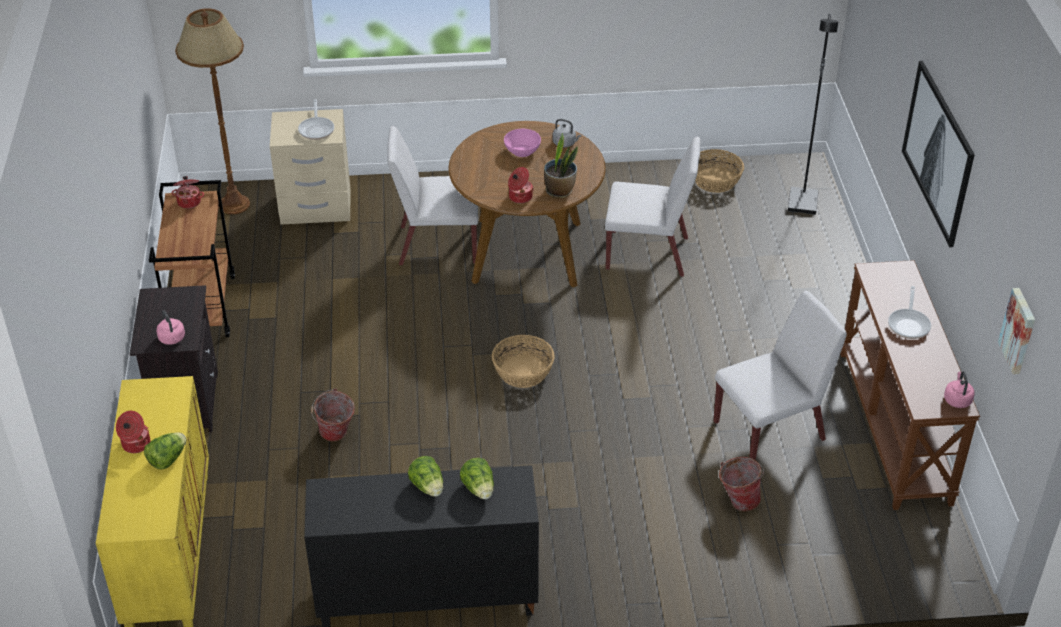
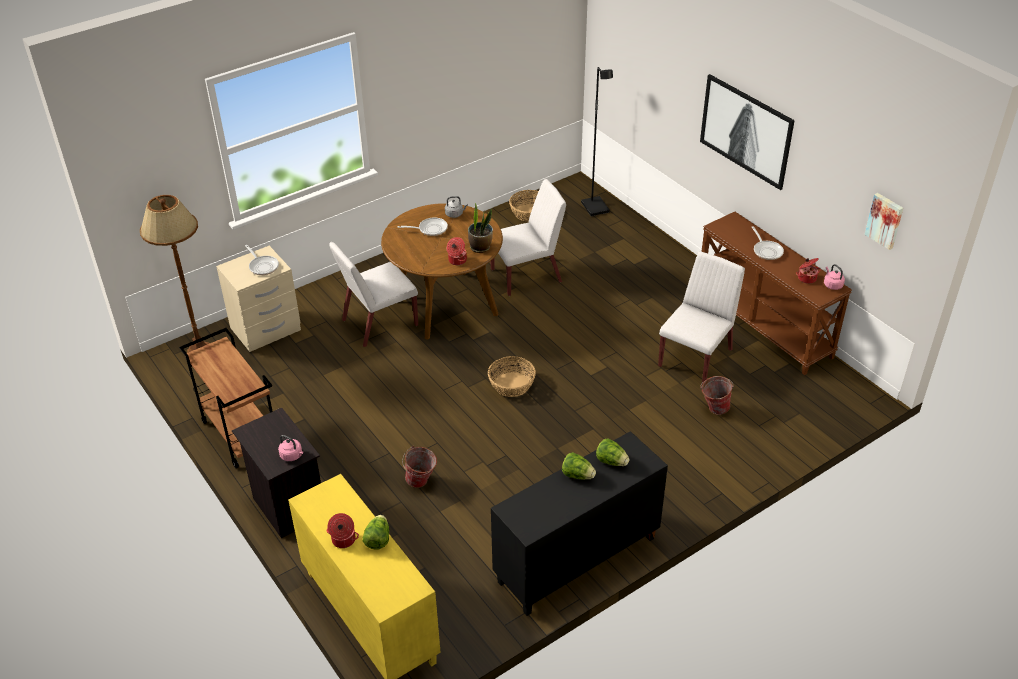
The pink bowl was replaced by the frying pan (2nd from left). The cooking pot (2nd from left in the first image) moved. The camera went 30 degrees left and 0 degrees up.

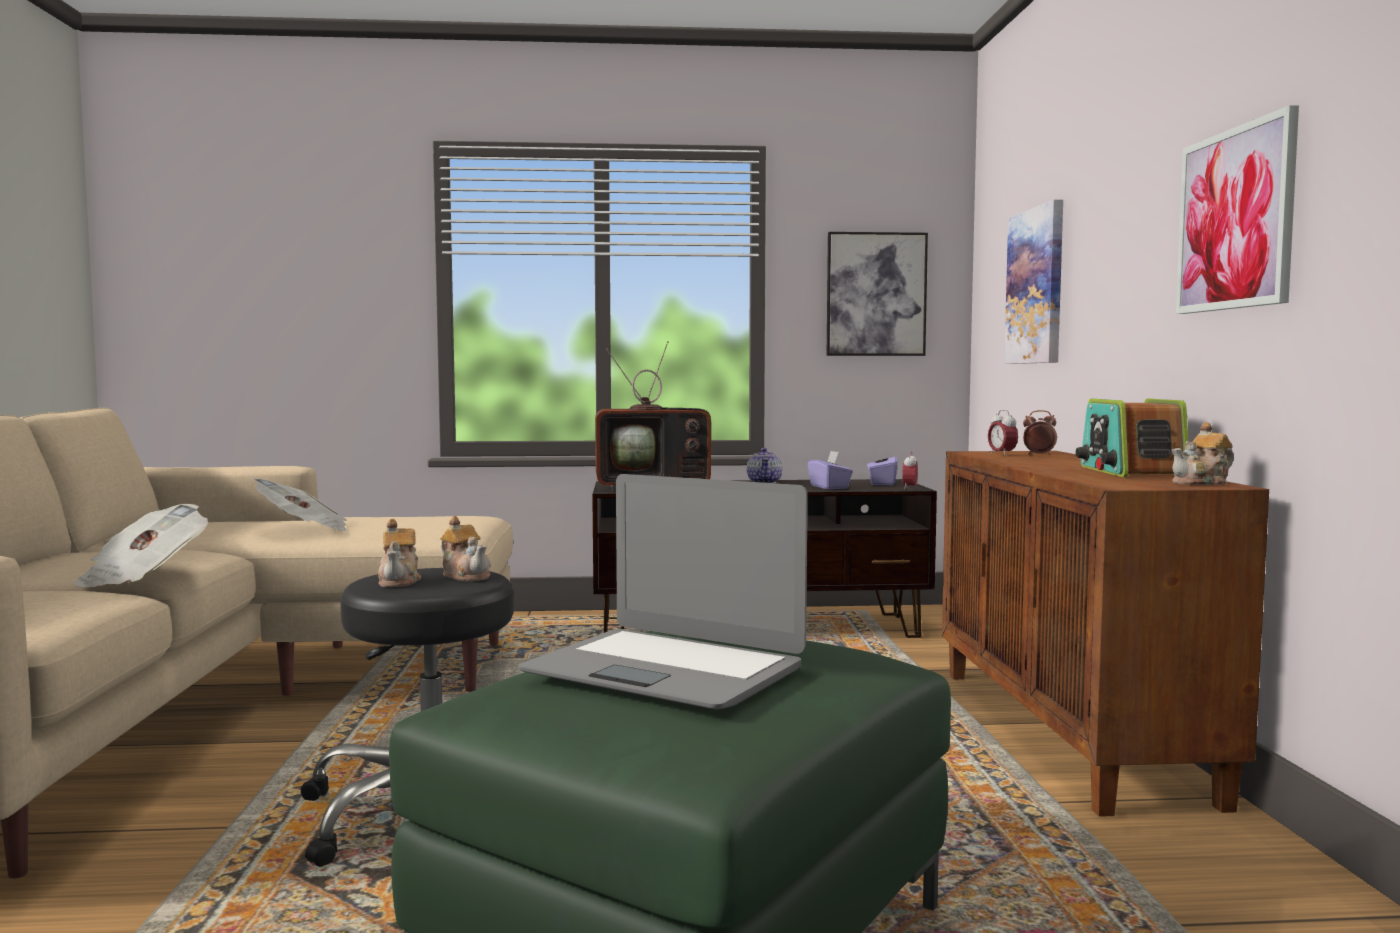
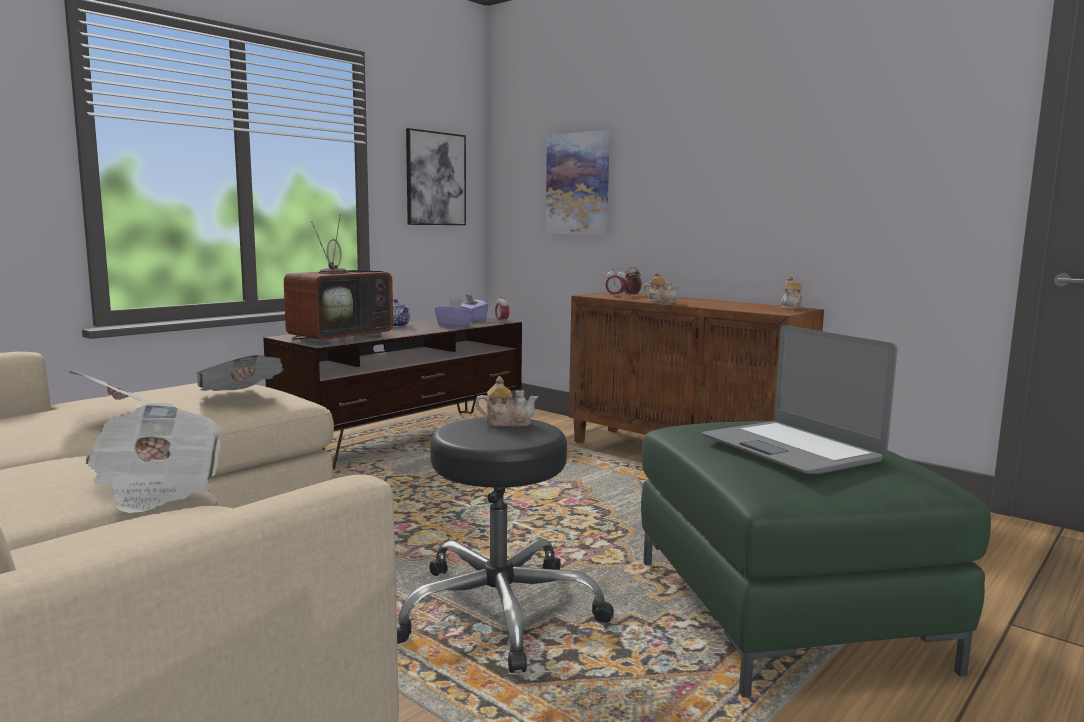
The picture (3rd from left) disappeared. The radio disappeared. The laptop turned 75 degrees clockwise. The teapot (1st from left in the first image) moved. The newspaper (3rd from left) appeared. The camera went 45 degrees left and 5 degrees up.

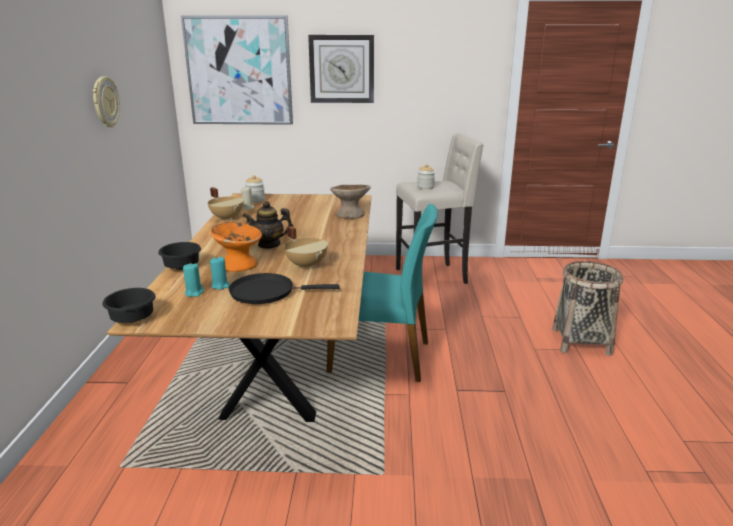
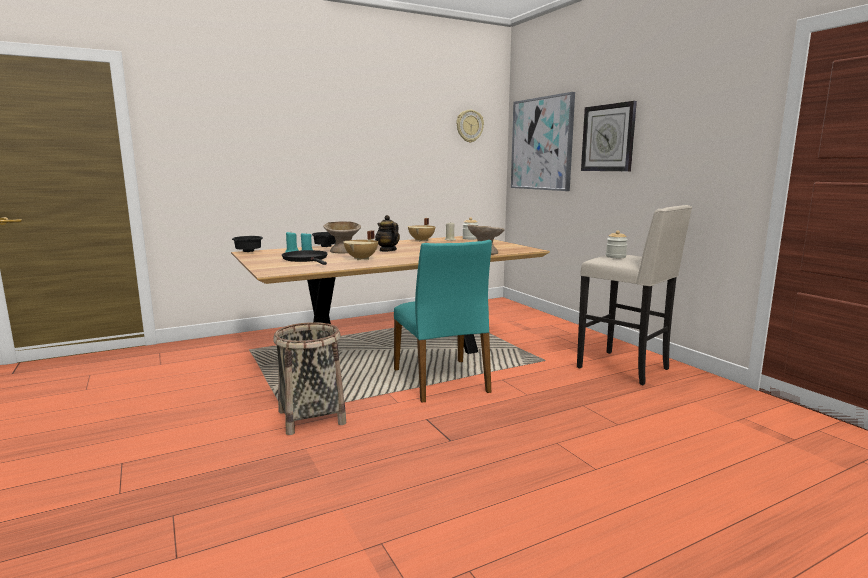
The wall clock (1st from left) moved. The orange bowl became the beige bowl (1st from left). The basket moved. The camera went 60 degrees right and 10 degrees down.

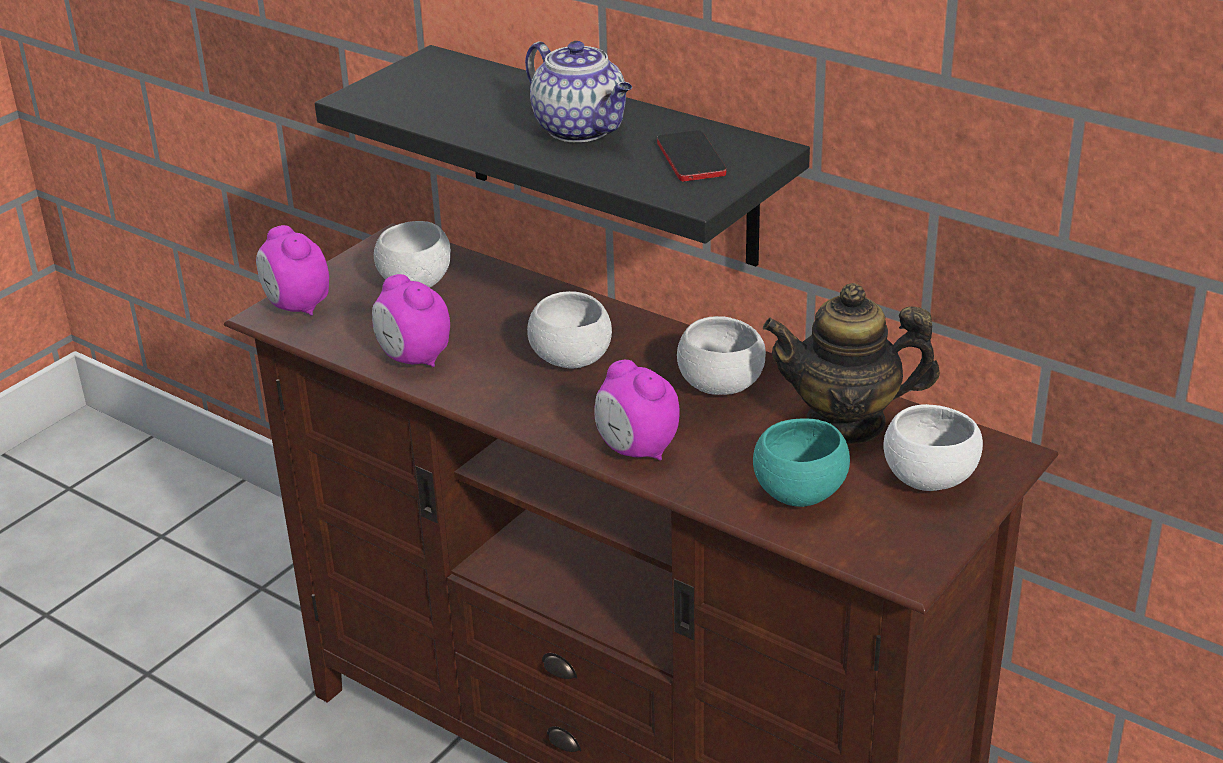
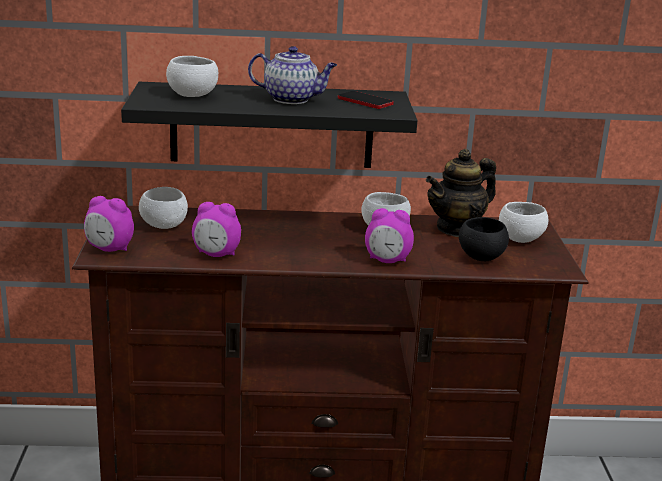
The white bowl (2nd from left) moved. The turquoise bowl became the black bowl. The camera went 40 degrees left and 10 degrees down.

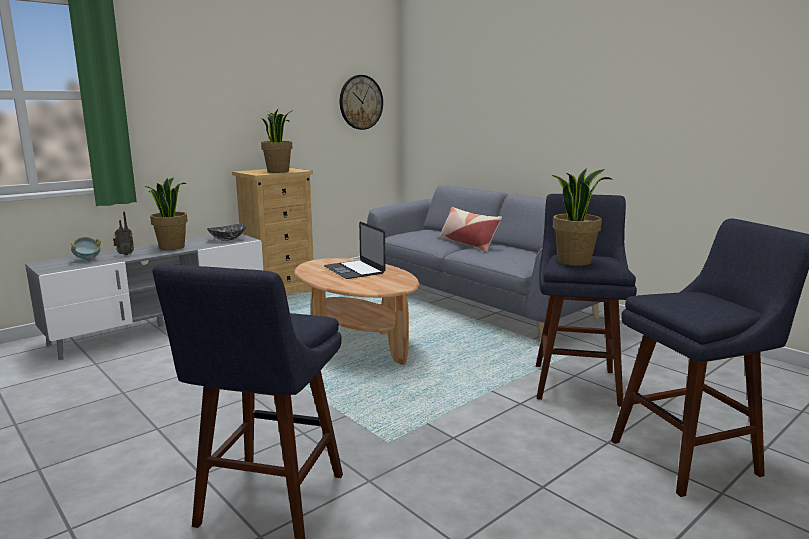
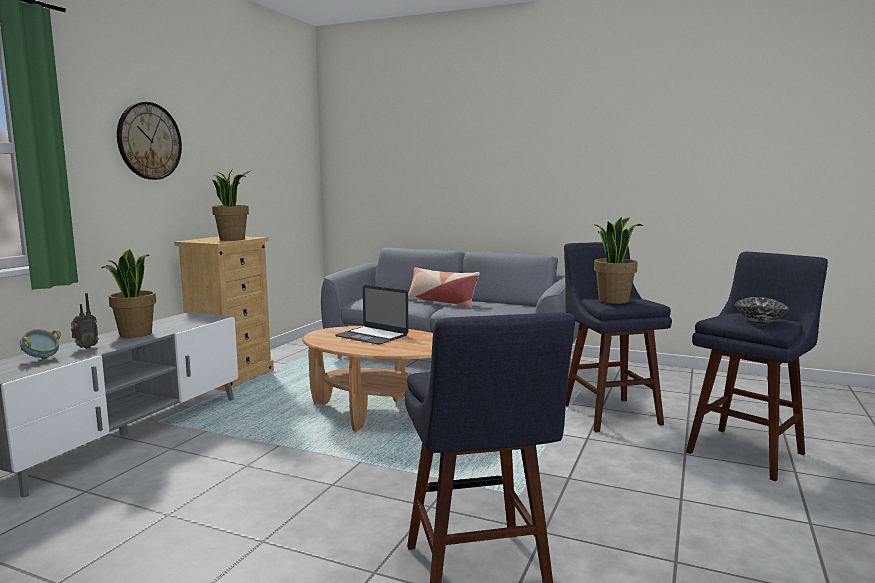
The wall clock moved. The bowl (2nd from left) moved. The camera went 25 degrees left and 5 degrees down.

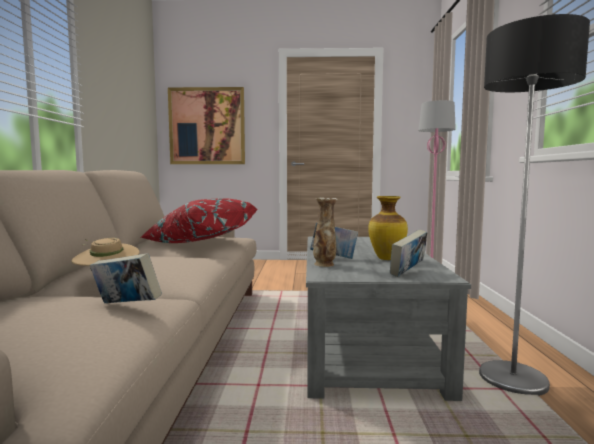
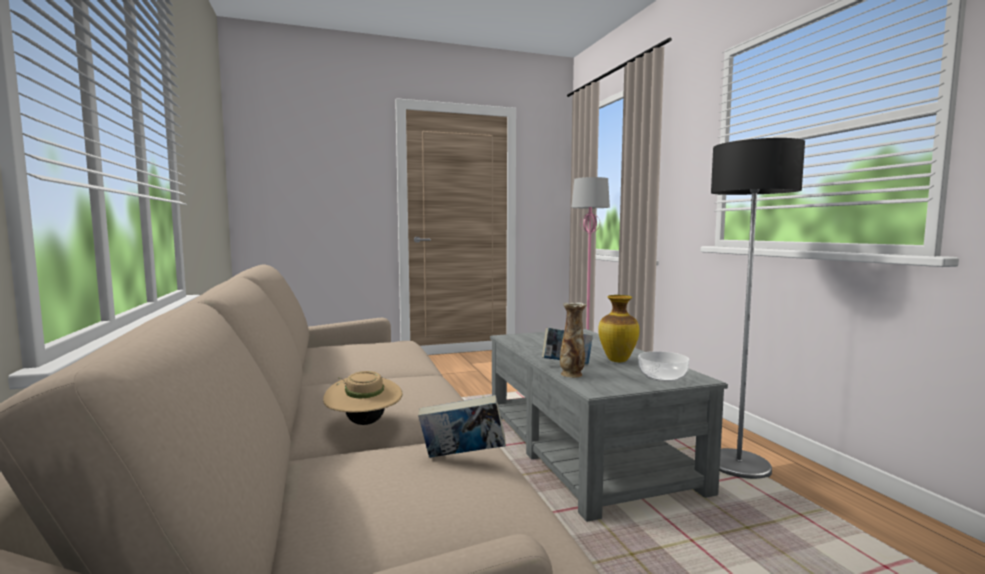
The picture disappeared. The red pillow disappeared. The book (3rd from left) was replaced by the bowl. The camera went 20 degrees left and 0 degrees up.

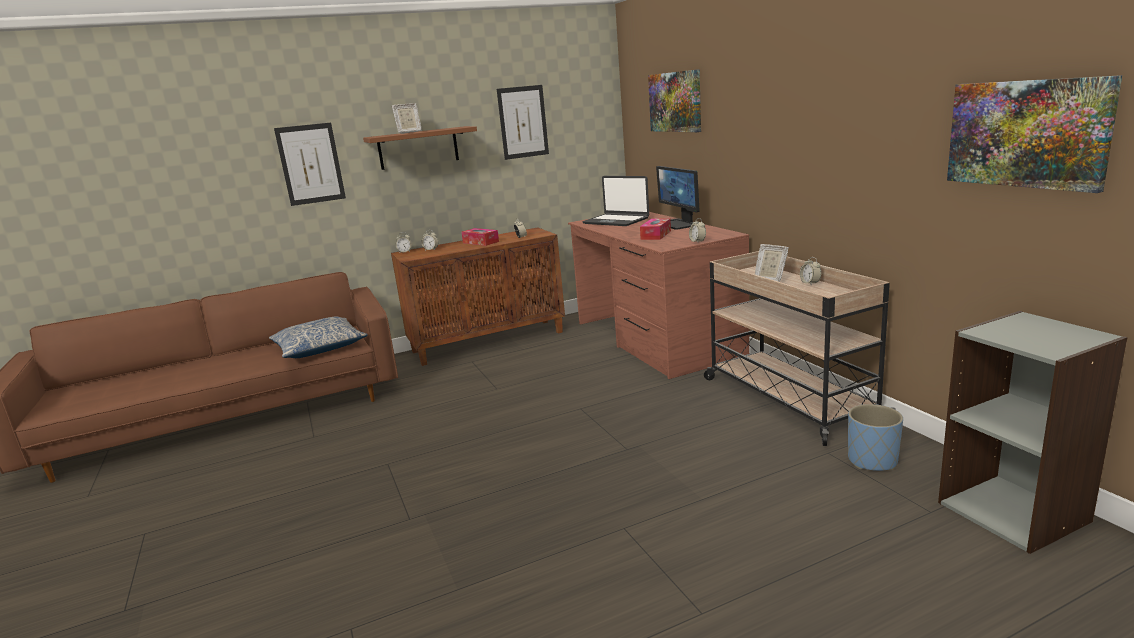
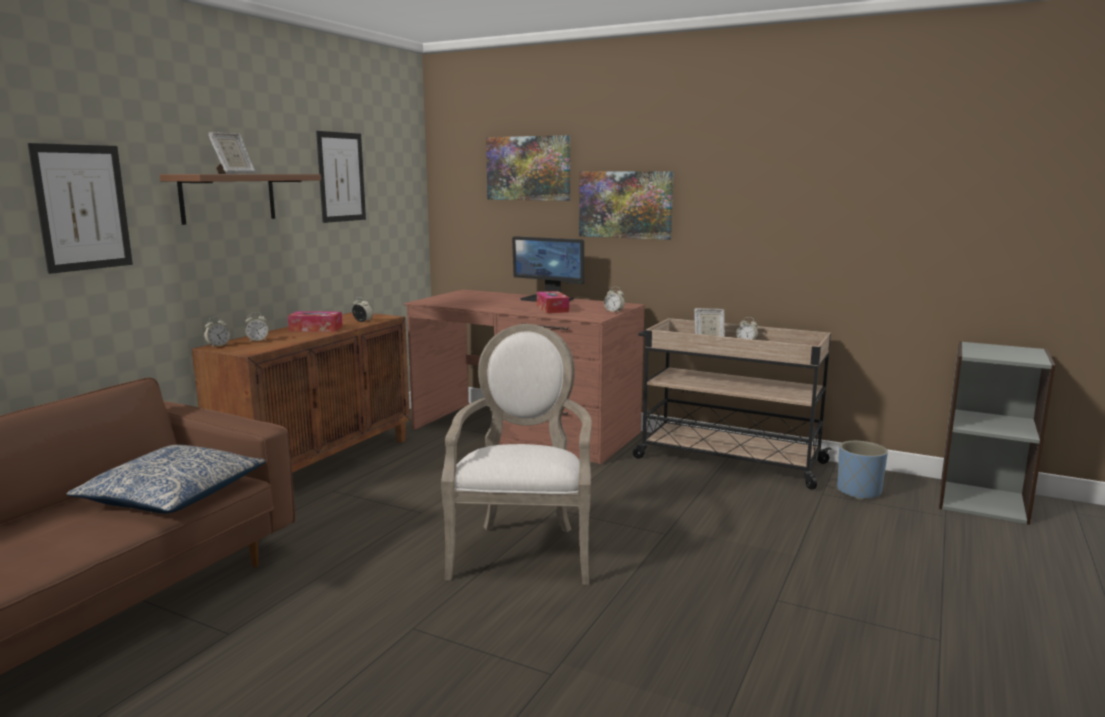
The picture (4th from left) moved. The laptop disappeared. The armchair appeared. The camera went 40 degrees left and 5 degrees down.

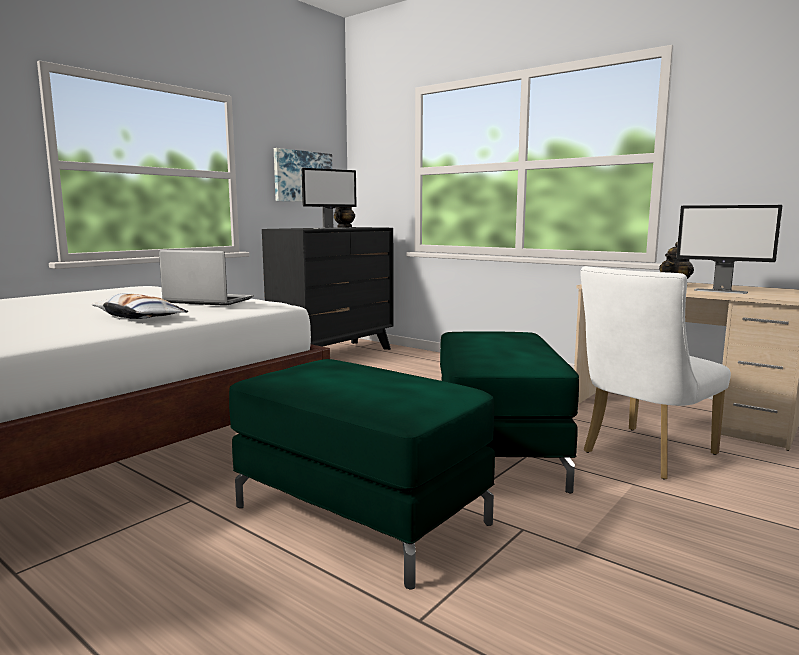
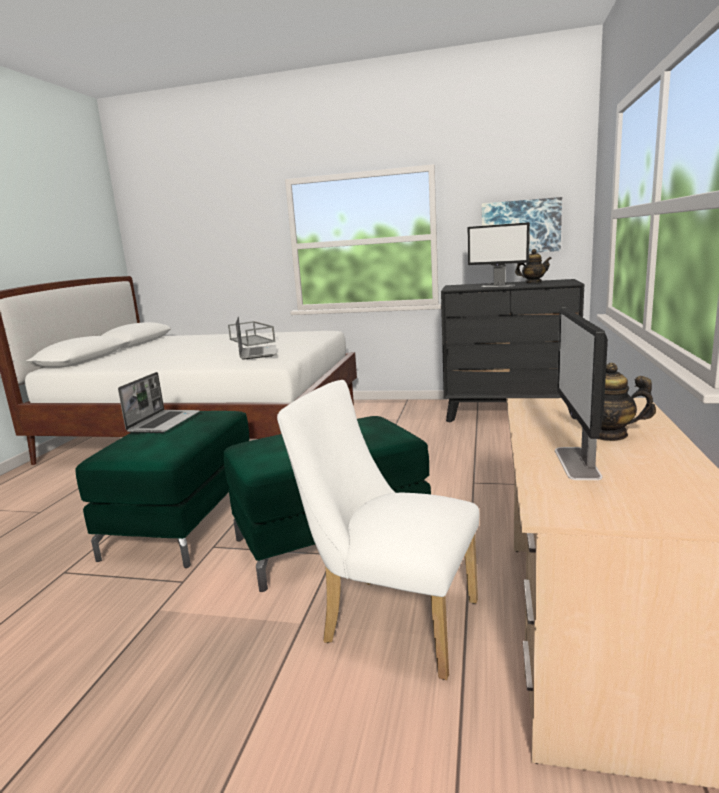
The pillow disappeared. The grey tray appeared. The laptop (1st from left) appeared. The camera went 65 degrees right and 5 degrees up.

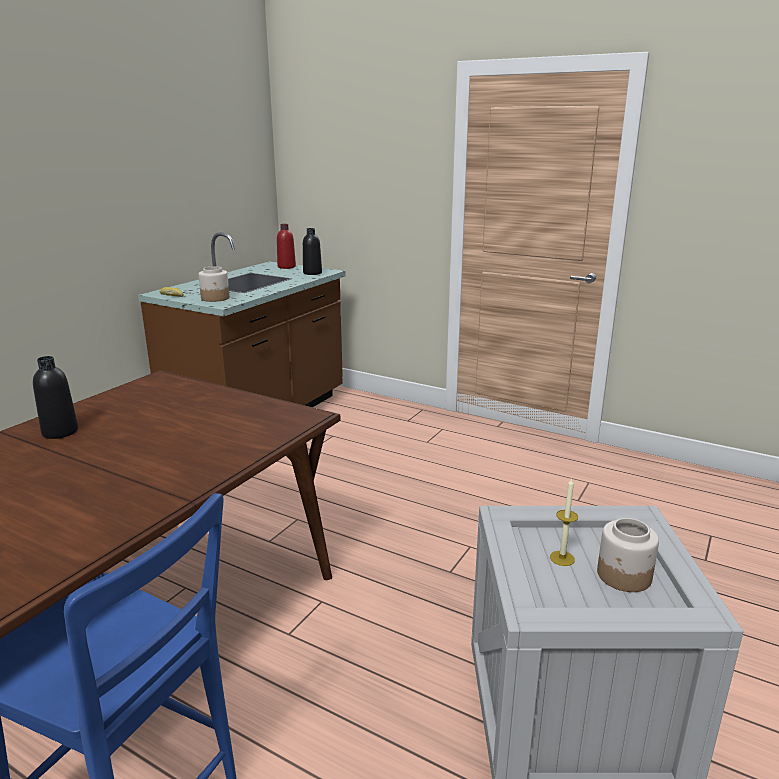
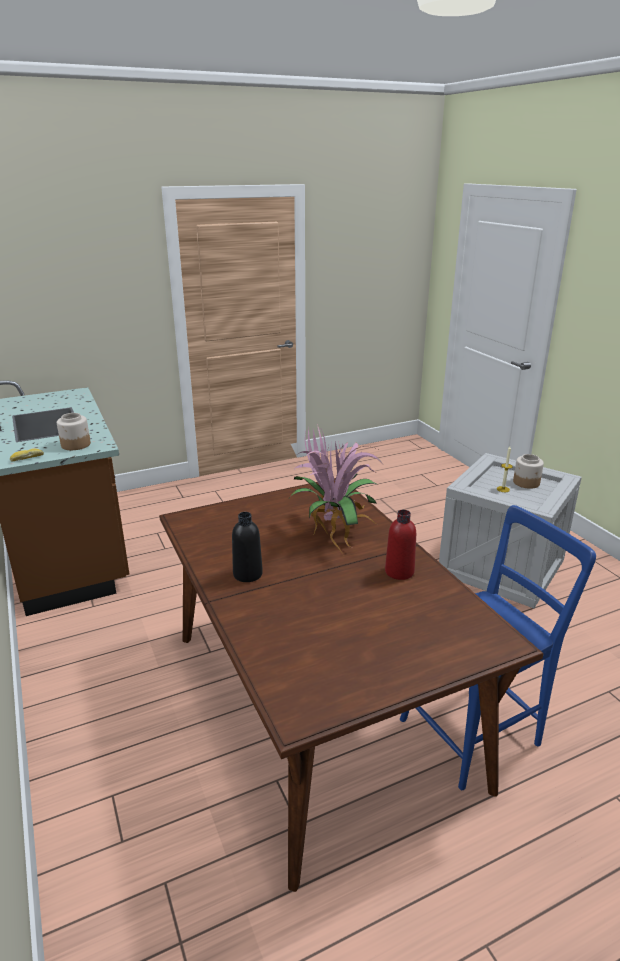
The red bottle moved. The black bottle (2nd from left) disappeared. The potted plant appeared. The camera went 55 degrees left and 5 degrees up.

